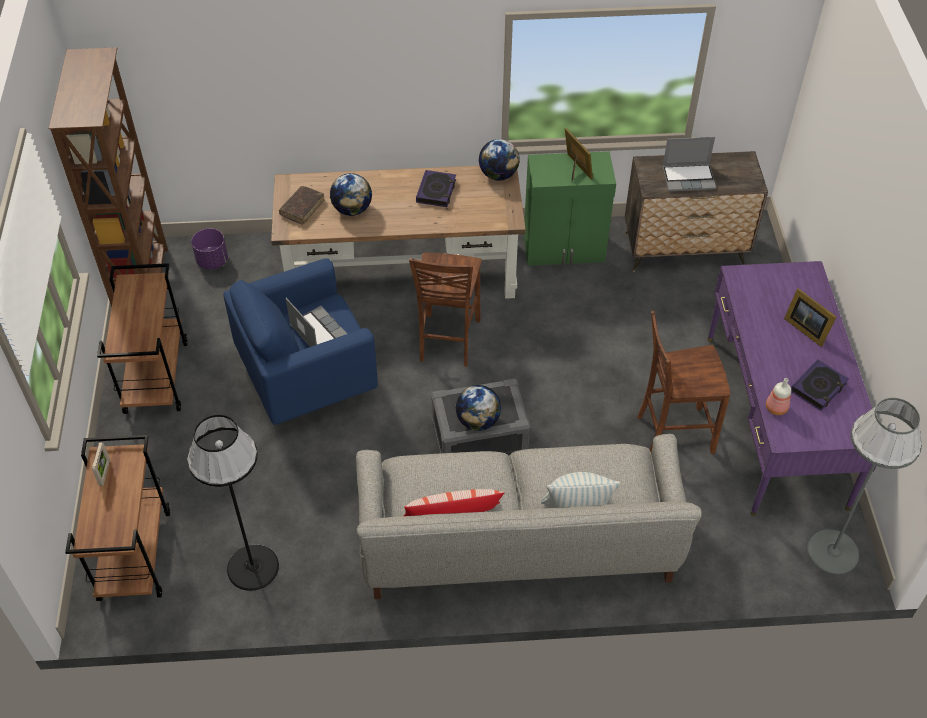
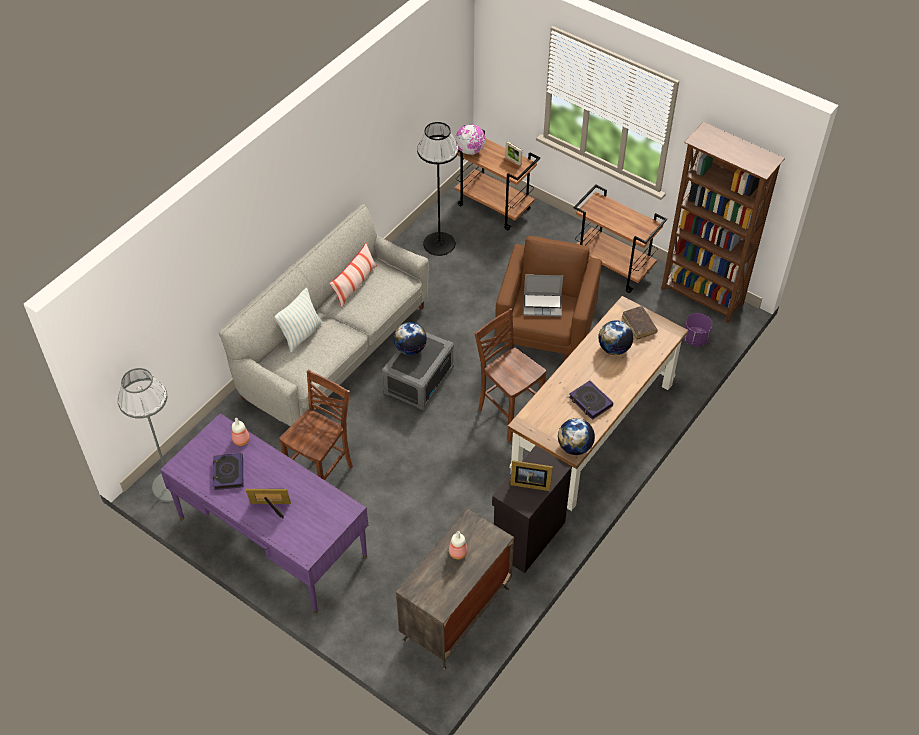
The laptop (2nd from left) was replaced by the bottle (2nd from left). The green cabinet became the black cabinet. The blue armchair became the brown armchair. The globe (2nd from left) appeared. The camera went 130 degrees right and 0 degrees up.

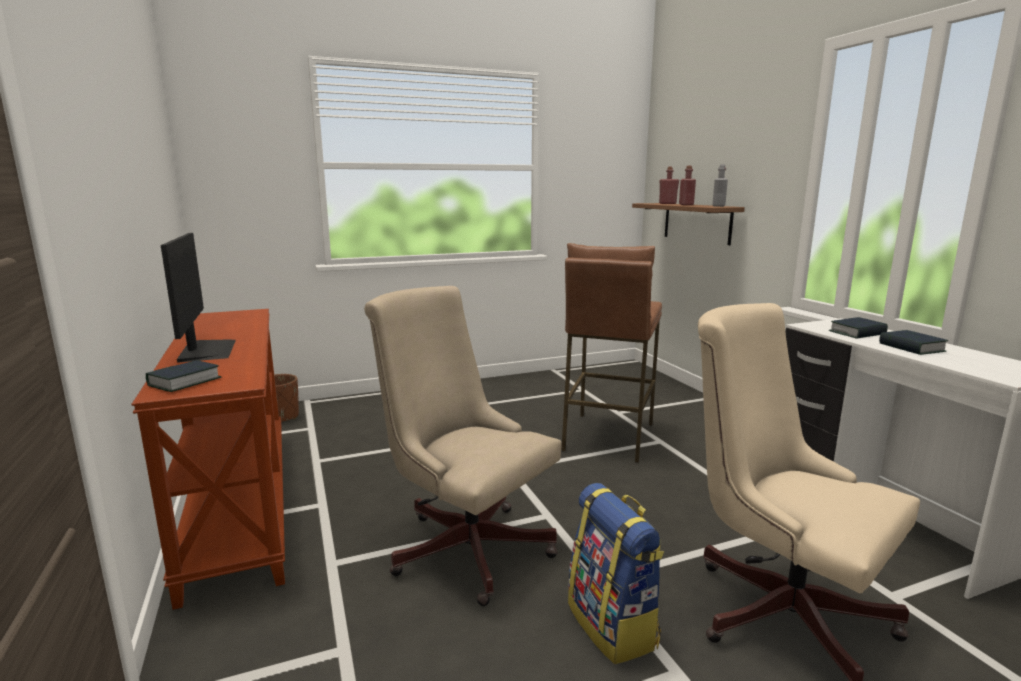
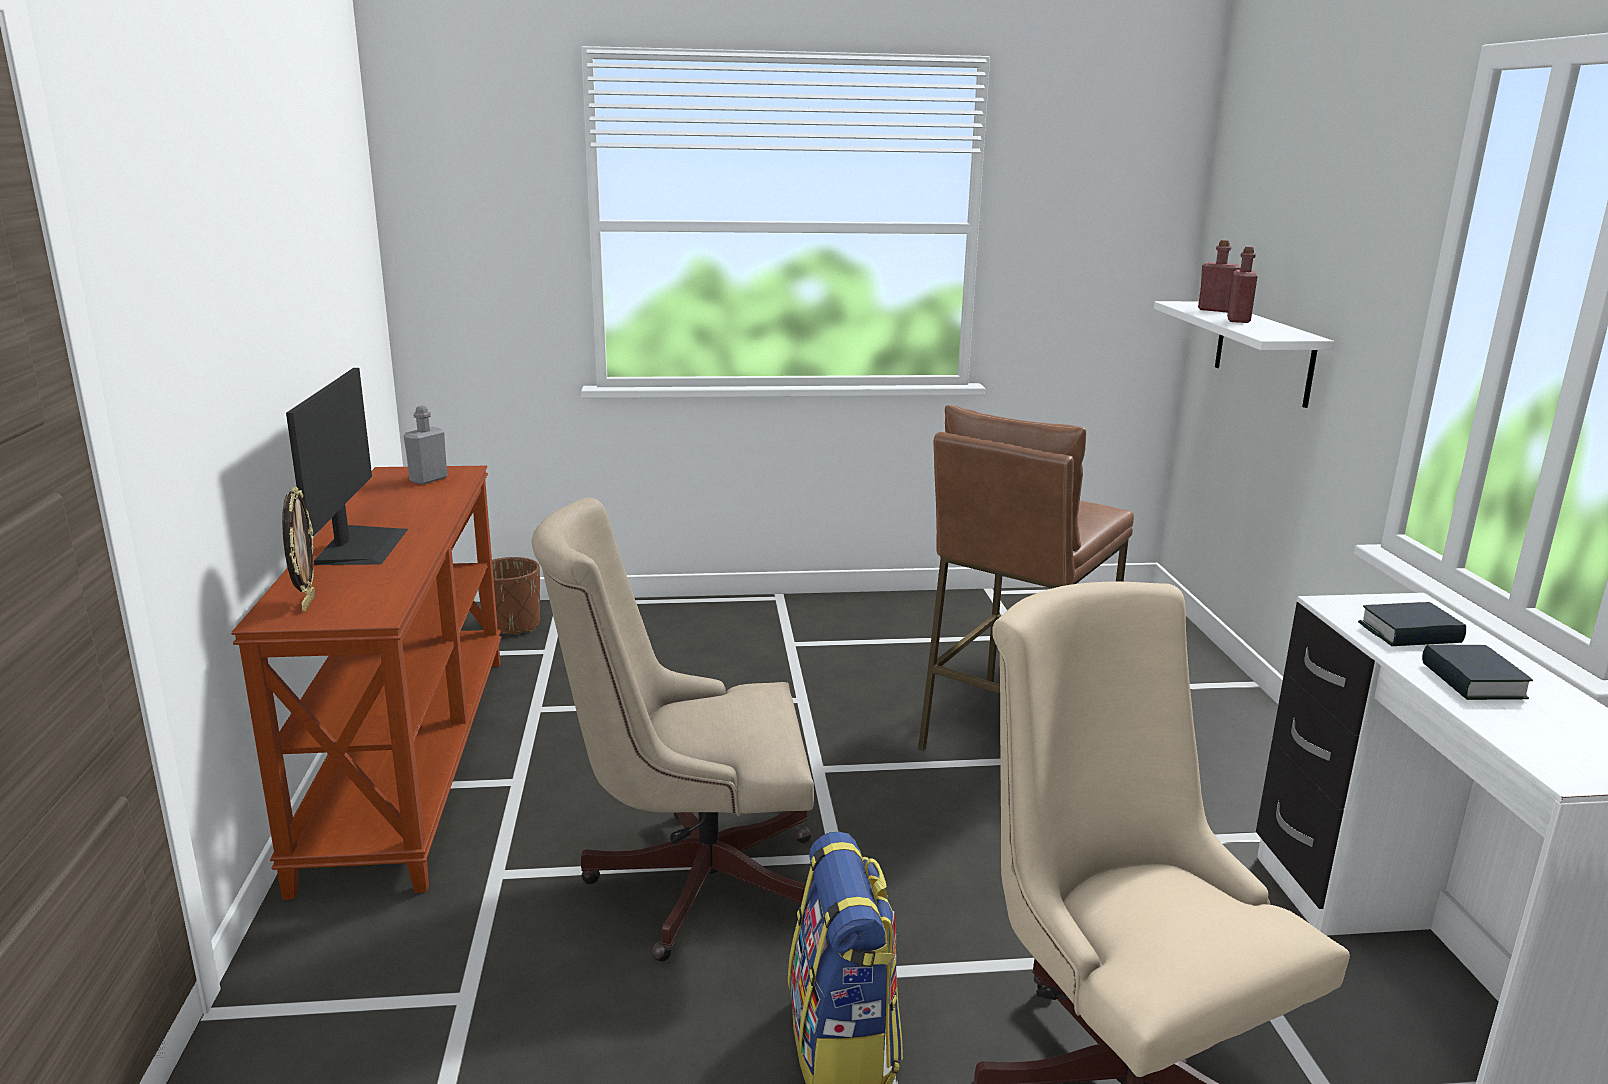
The grey bottle moved. The brown shelf became the white shelf. The beige office chair (1st from left) turned 60 degrees counterclockwise. The book (1st from left) was replaced by the picture frame. The camera went 15 degrees right and 5 degrees up.

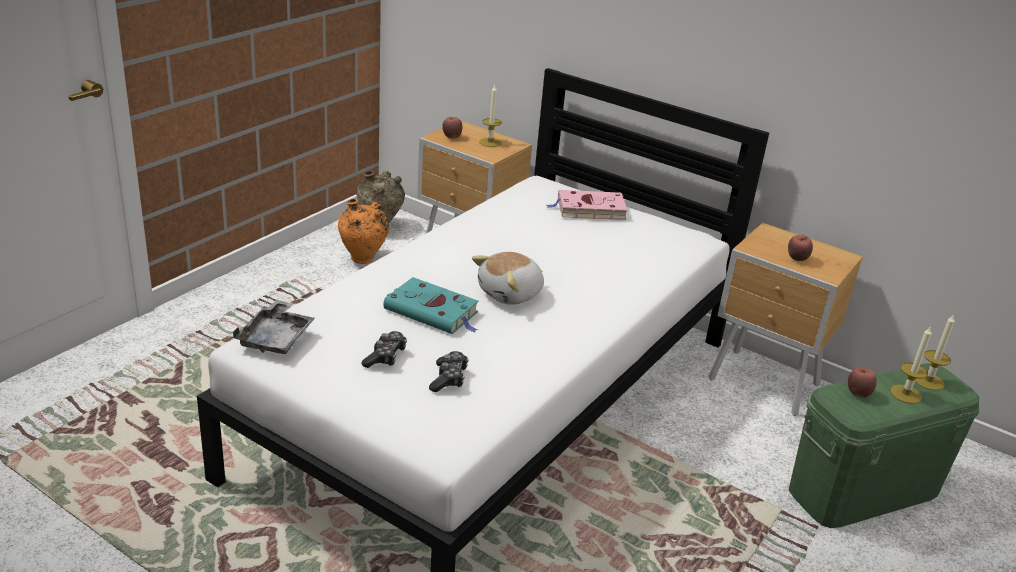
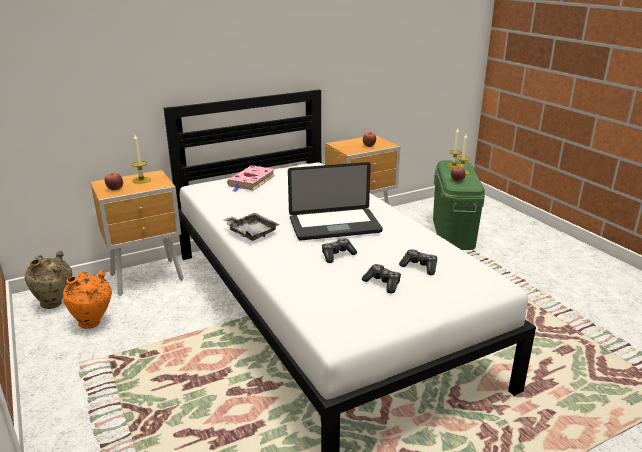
The plush toy was replaced by the laptop. The turquoise book was replaced by the game controller (1st from left). The grey tray moved. The camera went 60 degrees left and 5 degrees down.

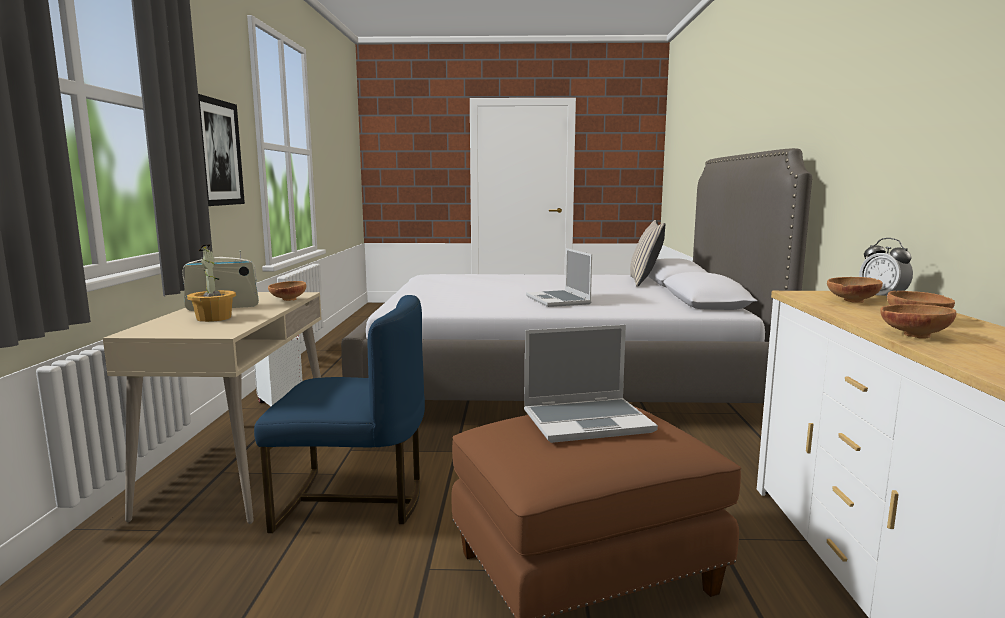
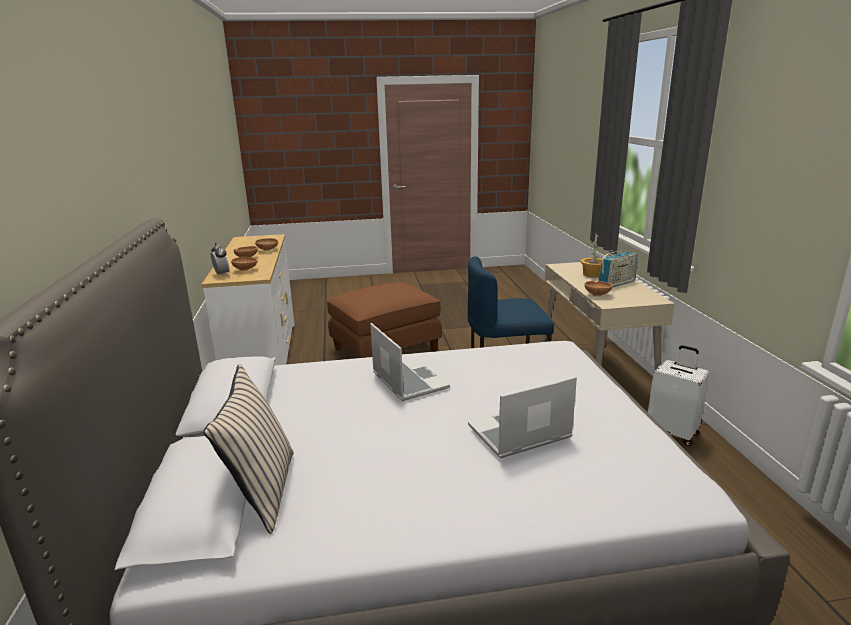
The picture disappeared. The laptop (2nd from left) moved. The camera went 170 degrees right and 10 degrees up.

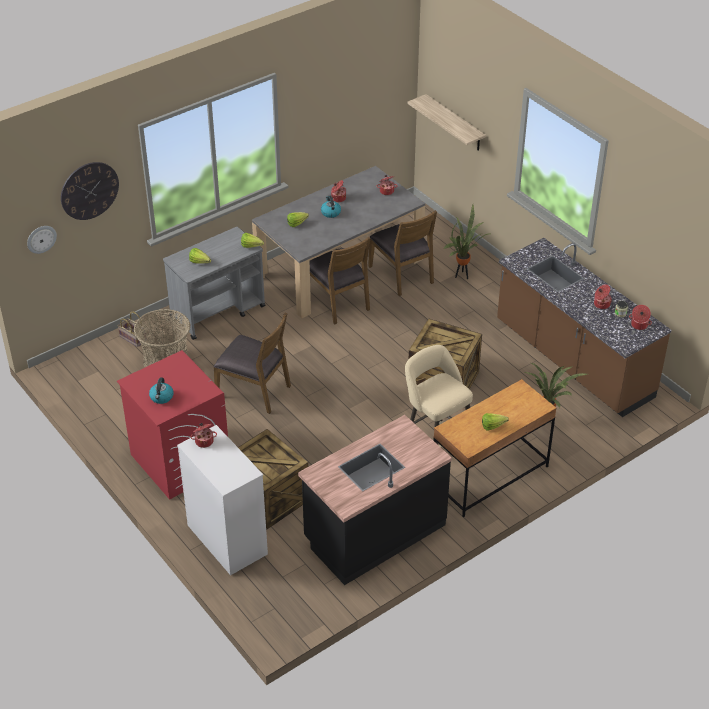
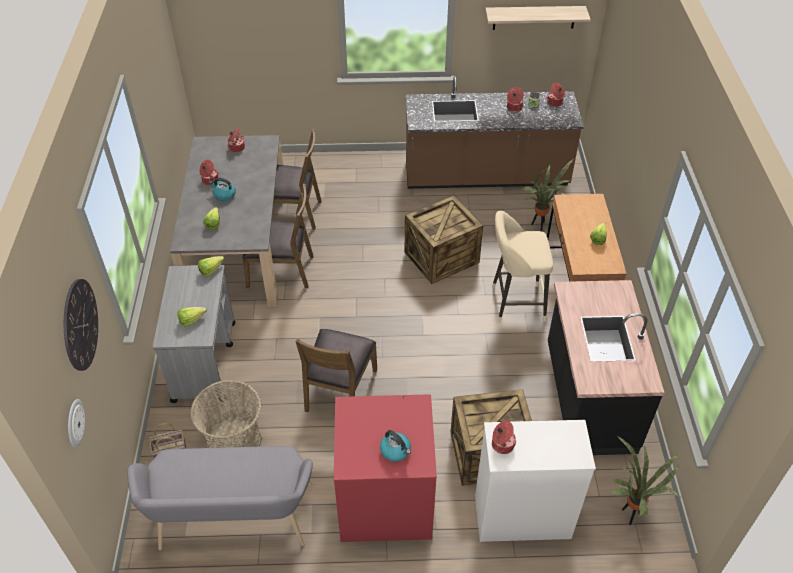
The shelf moved. The potted plant (1st from left in the first image) moved. The brown chair (1st from left in the first image) turned 135 degrees clockwise. The grey bench appeared. The camera went 55 degrees left and 5 degrees up.

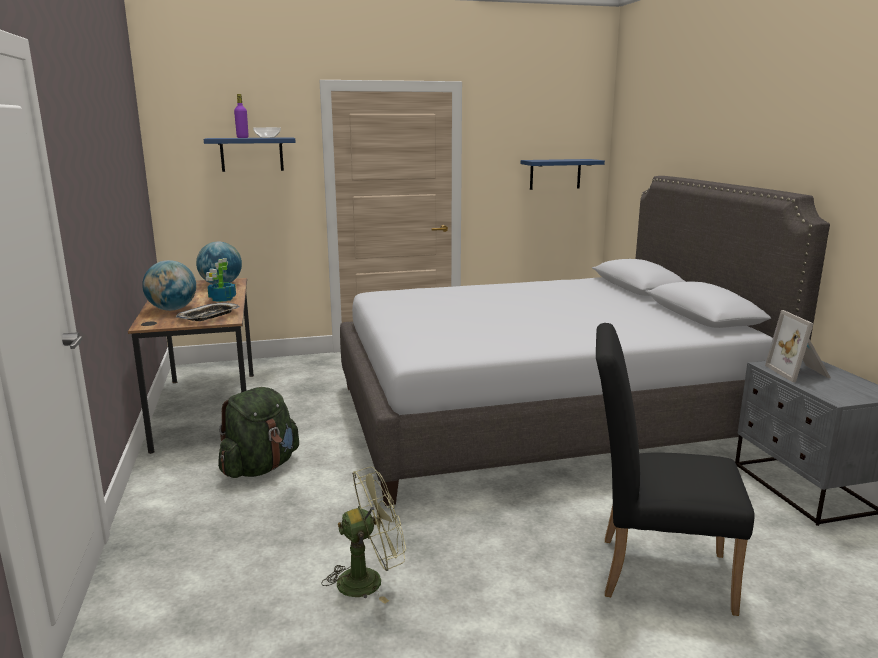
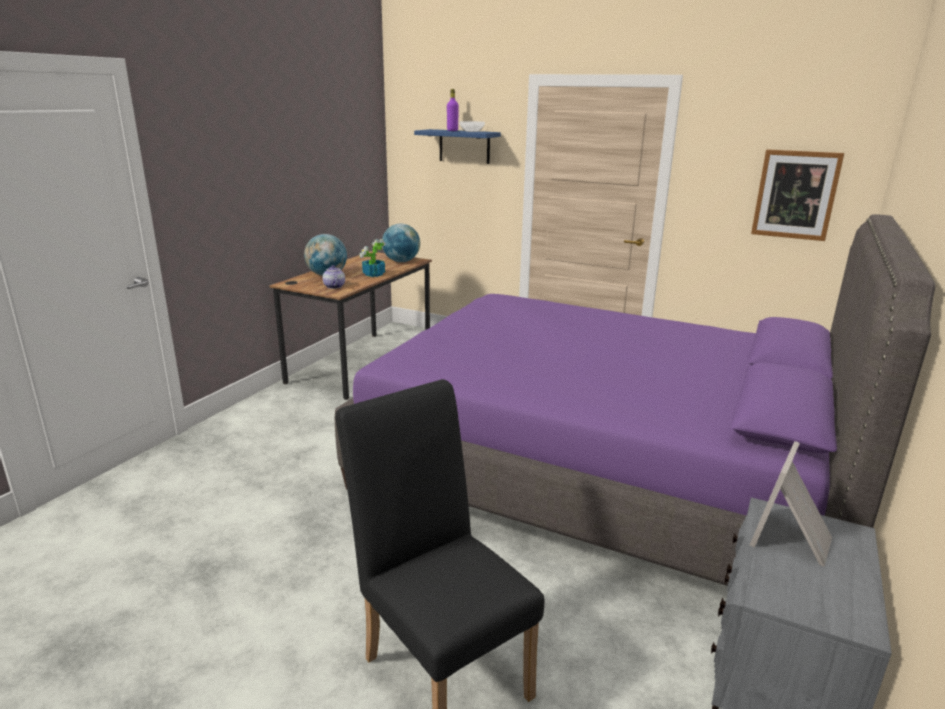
The blue shelf (2nd from left) was replaced by the picture. The grey bed became the purple bed. The tray was replaced by the teapot. The green backpack disappeared. The green fan disappeared. The camera went 40 degrees right and 5 degrees up.

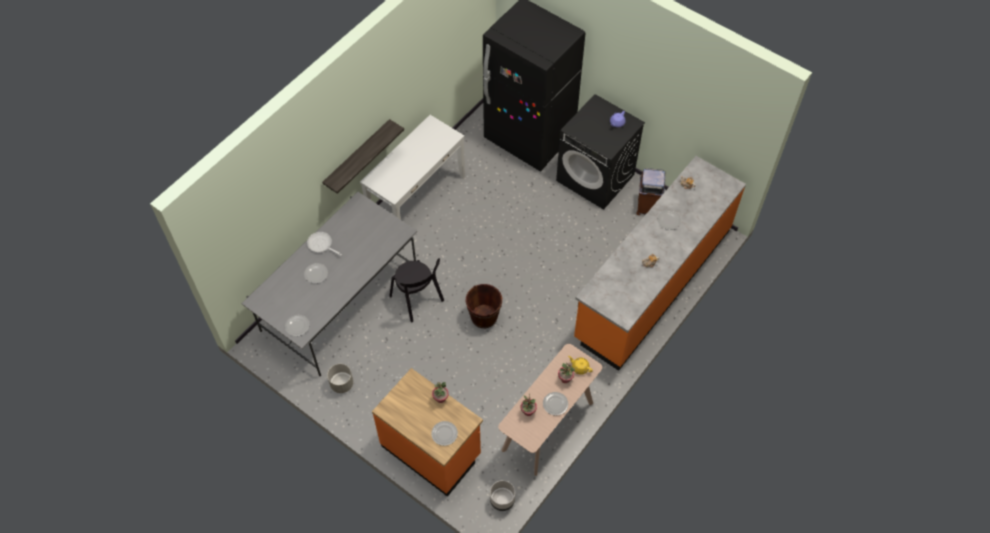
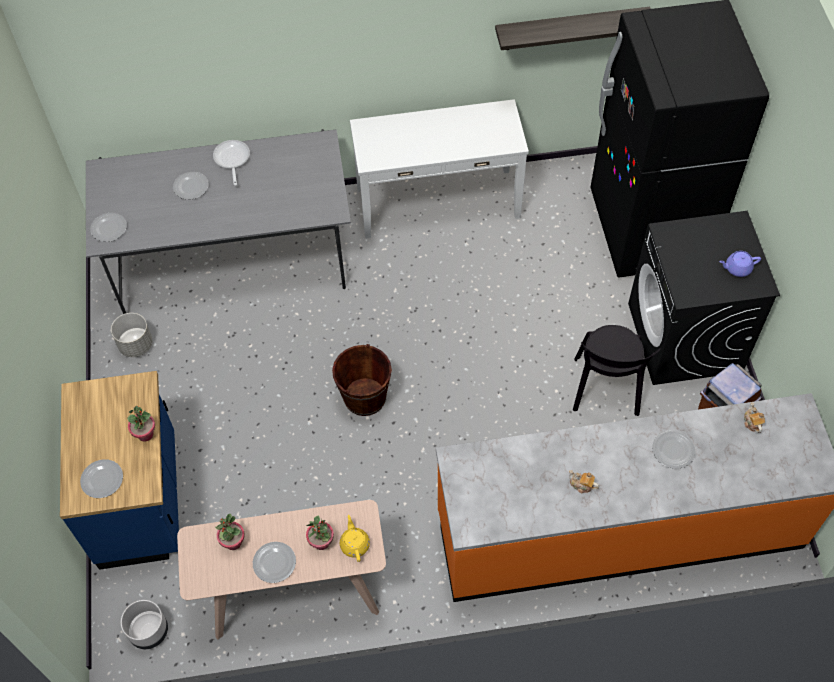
The shelf moved. The black chair moved. The orange counter (1st from left) became the blue counter. The camera went 45 degrees right and 0 degrees up.

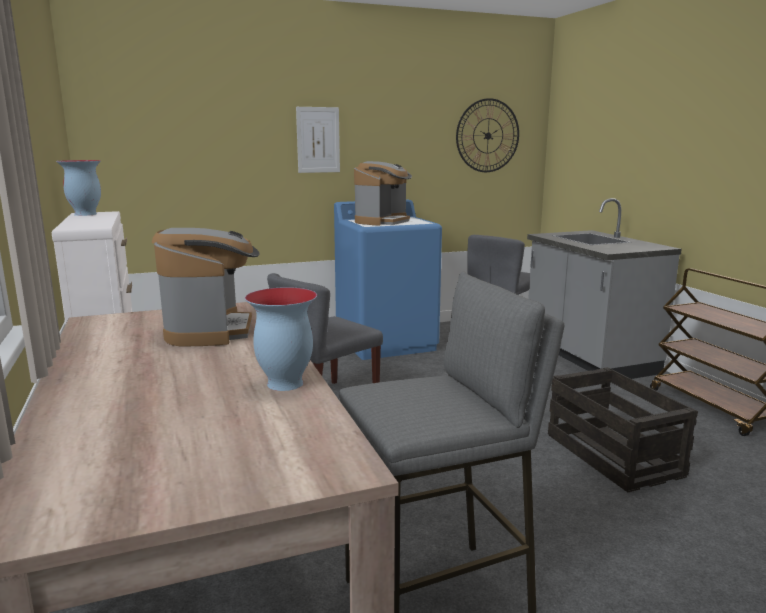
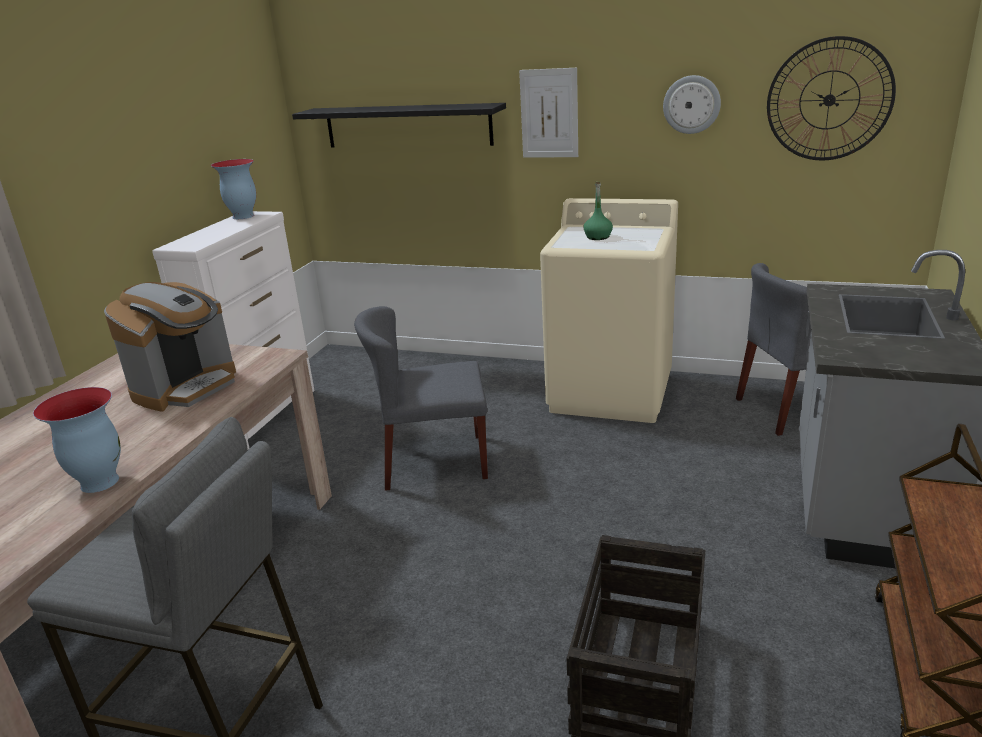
The coffee machine (2nd from left) was replaced by the green bottle. The blue washing machine became the beige washing machine. The wall clock (1st from left) appeared. The black shelf appeared. The camera went 40 degrees right and 10 degrees up.

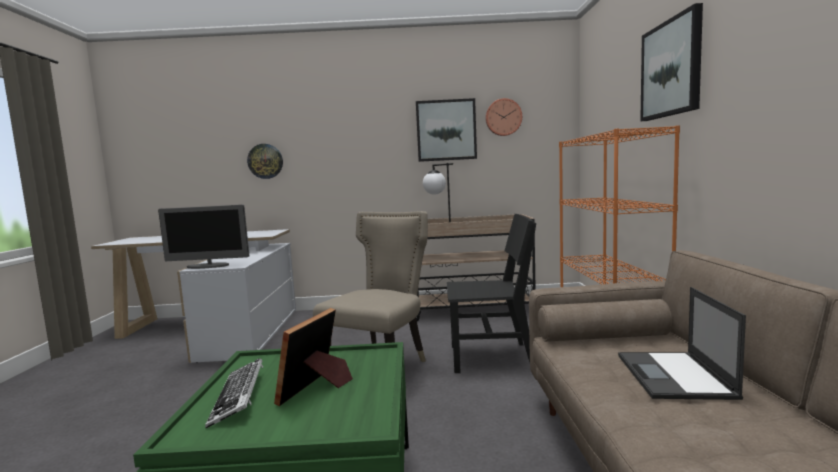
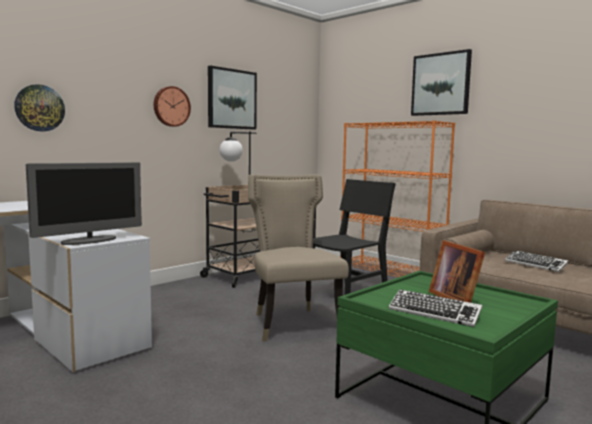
The wall clock (2nd from left) moved. The laptop was replaced by the keyboard (2nd from left). The camera went 45 degrees left and 0 degrees up.

